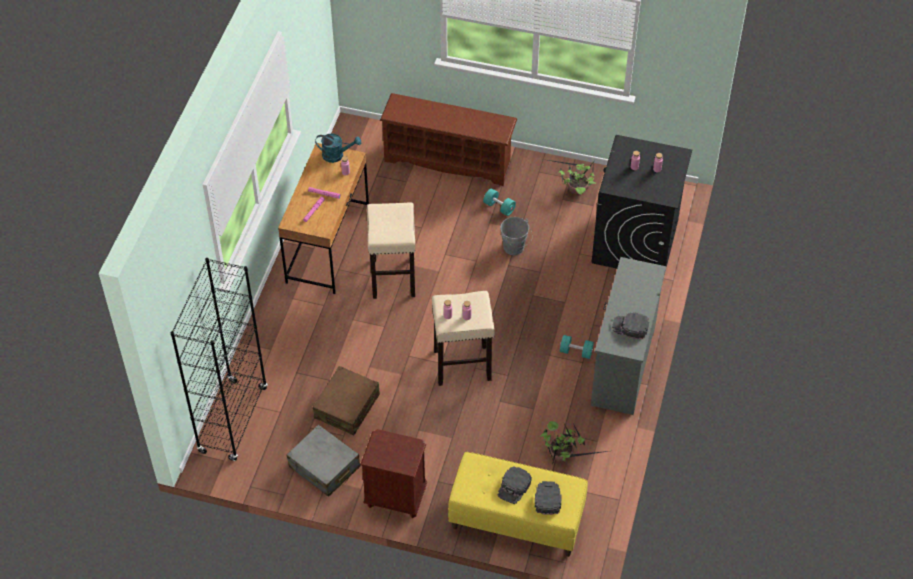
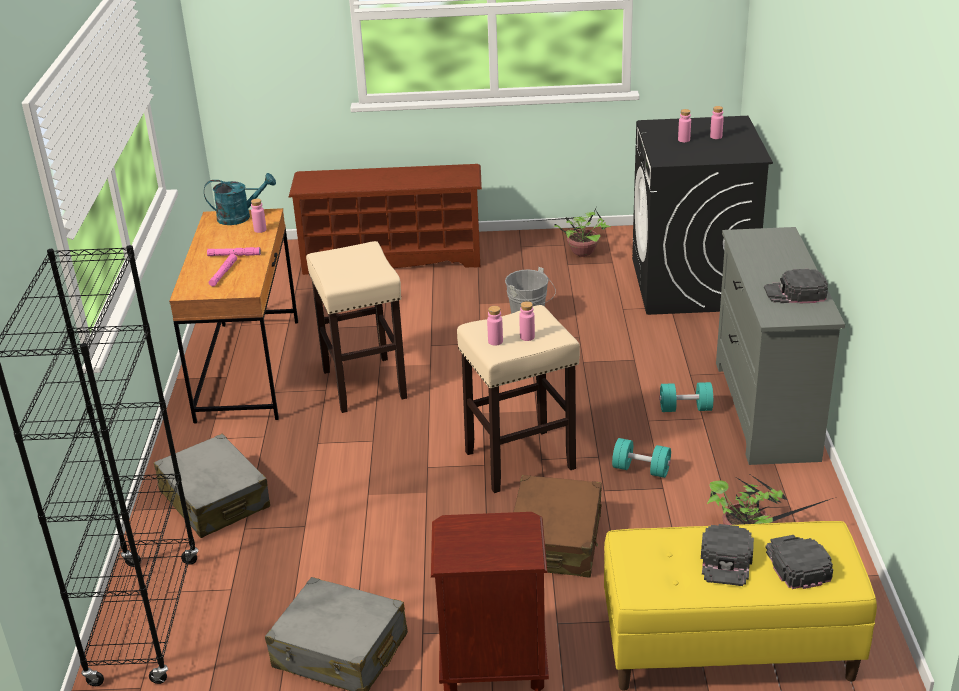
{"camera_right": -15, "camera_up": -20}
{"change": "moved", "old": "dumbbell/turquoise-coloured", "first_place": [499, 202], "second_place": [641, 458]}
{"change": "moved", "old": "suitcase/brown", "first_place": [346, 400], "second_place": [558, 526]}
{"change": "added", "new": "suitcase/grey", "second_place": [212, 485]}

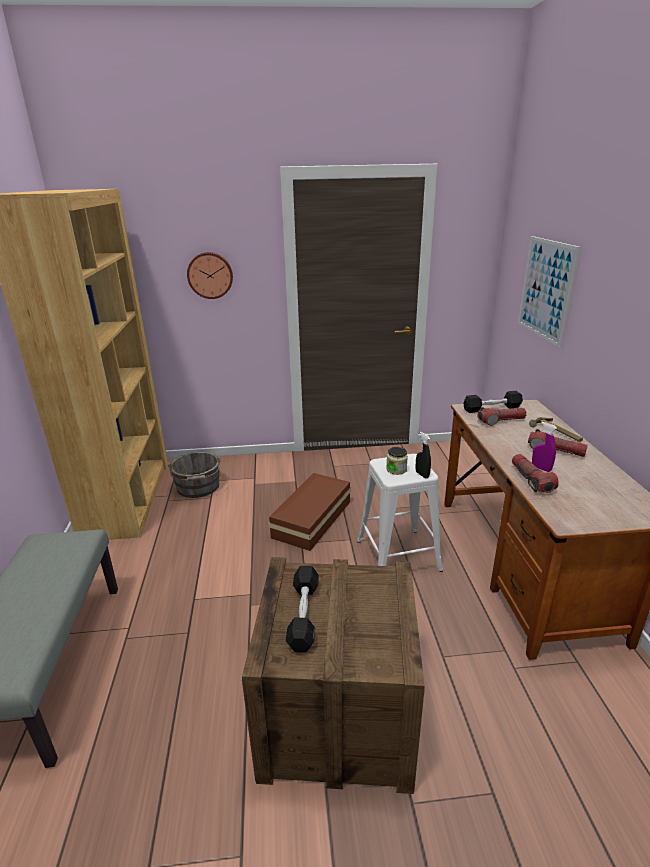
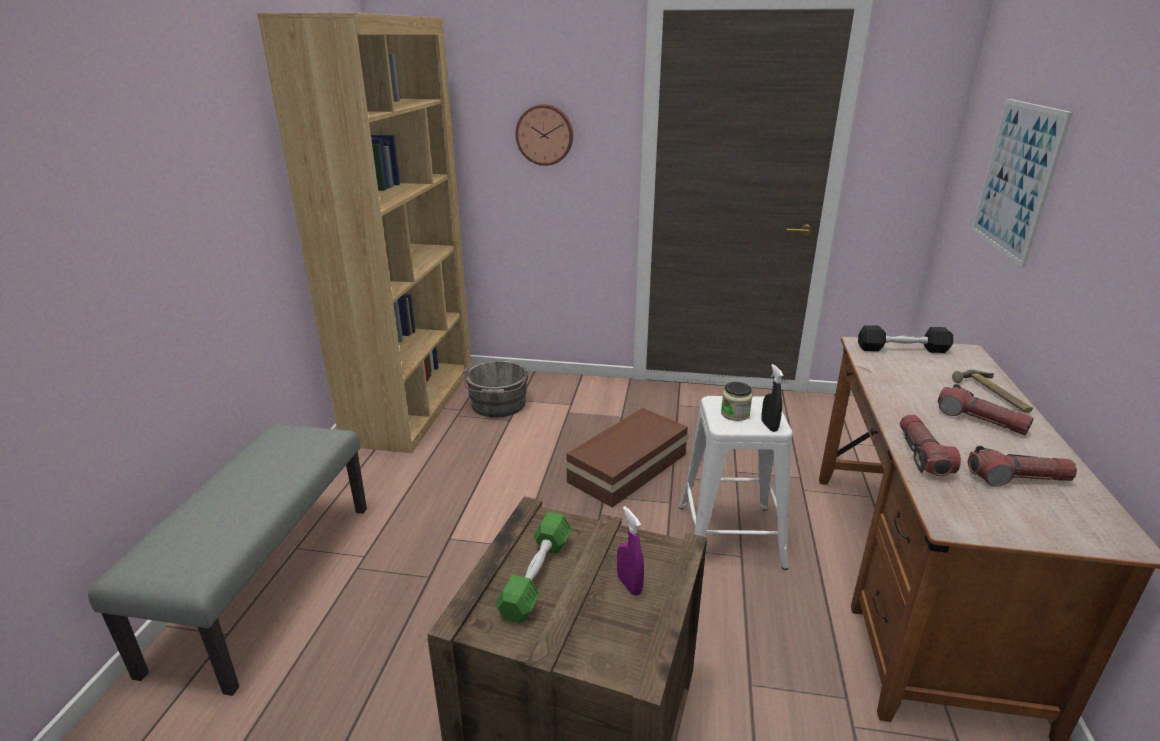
{"camera_right": 15, "camera_up": 0}
{"change": "moved", "old": "torch", "first_place": [501, 416], "second_place": [1022, 466]}
{"change": "moved", "old": "hand sprayer/purplish", "first_place": [544, 447], "second_place": [630, 551]}
{"change": "recoloured", "old": "dumbbell/black", "new": "dumbbell/green", "first_place": [302, 609], "second_place": [533, 567]}

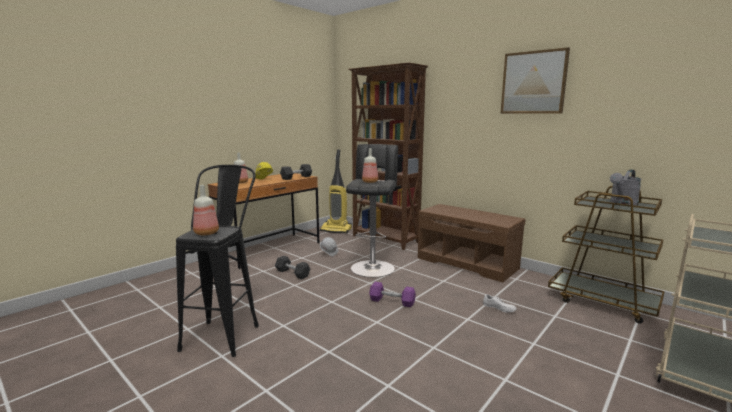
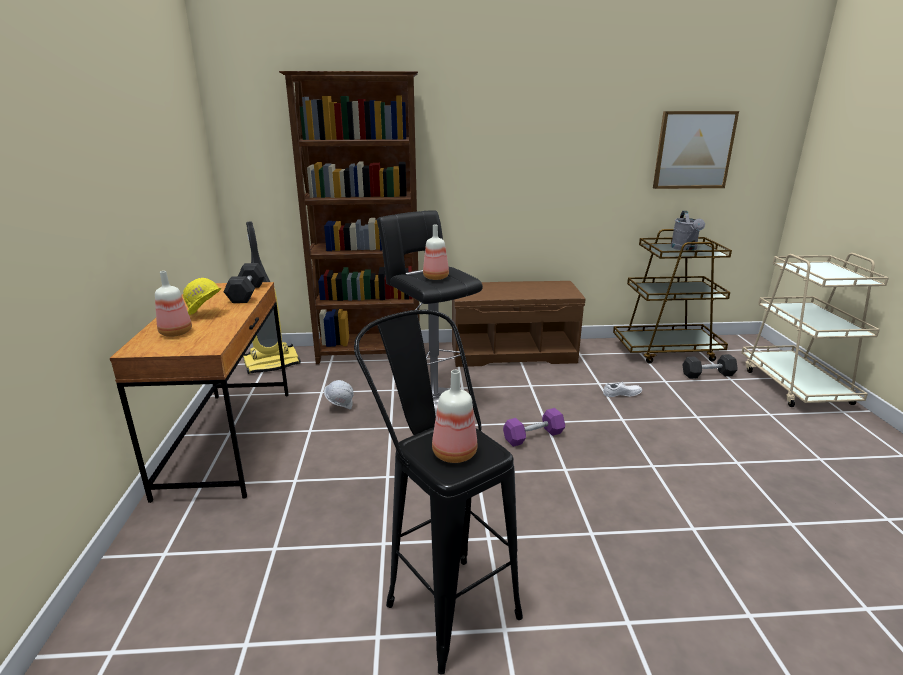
{"camera_right": -45, "camera_up": 10}
{"change": "moved", "old": "wall picture", "first_place": [535, 80], "second_place": [696, 150]}
{"change": "moved", "old": "dumbbell/grey", "first_place": [293, 267], "second_place": [710, 366]}

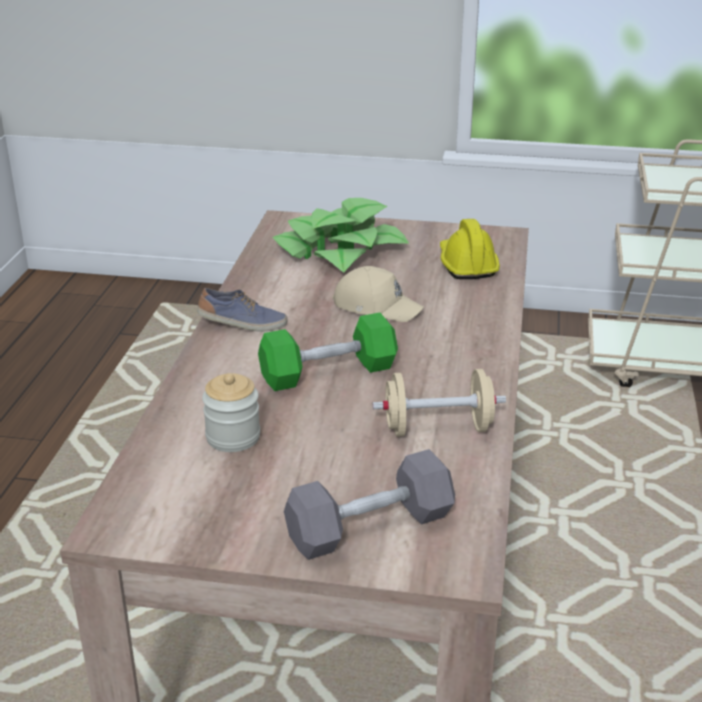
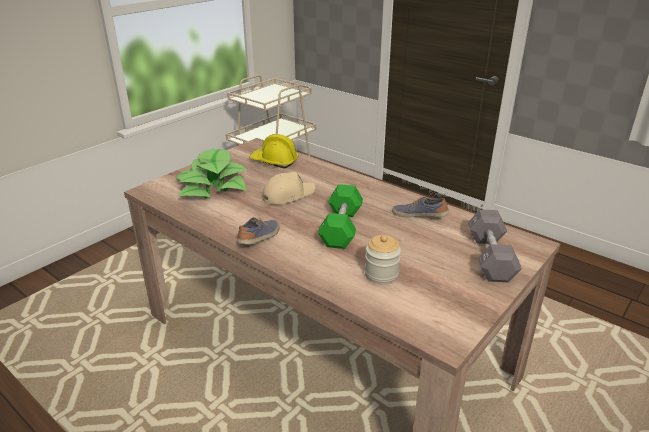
{"camera_right": -60, "camera_up": 0}
{"change": "replaced", "old": "dumbbell/beige", "new": "low shoe", "first_place": [439, 403], "second_place": [420, 207]}

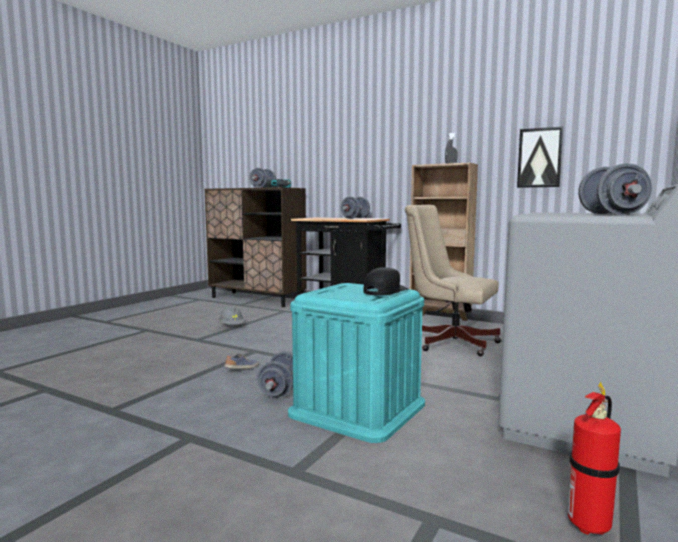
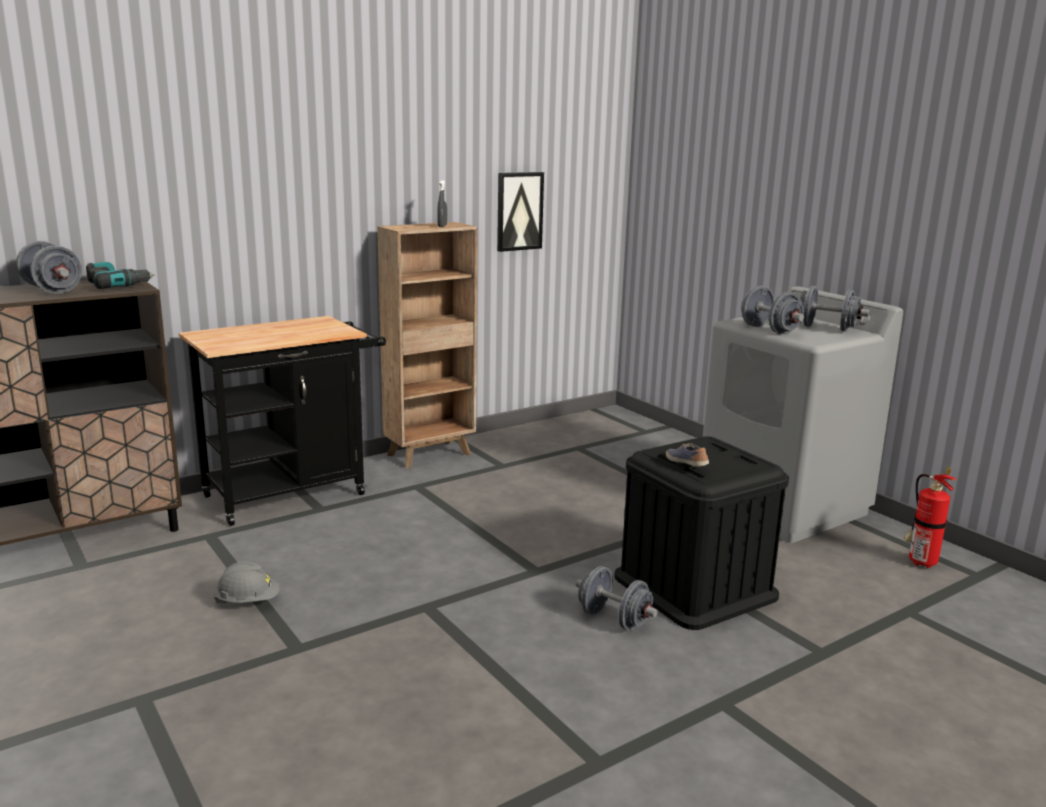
{"camera_right": -65, "camera_up": 10}
{"change": "moved", "old": "dumbbell/grey", "first_place": [355, 208], "second_place": [772, 310]}
{"change": "removed", "old": "office chair/beige", "first_place": [453, 280]}
{"change": "removed", "old": "peaked cap/black", "first_place": [386, 281]}
{"change": "recoloured", "old": "storage container/turquoise-coloured", "new": "storage container/black", "first_place": [356, 363], "second_place": [701, 533]}
{"change": "moved", "old": "low shoe", "first_place": [241, 361], "second_place": [687, 455]}

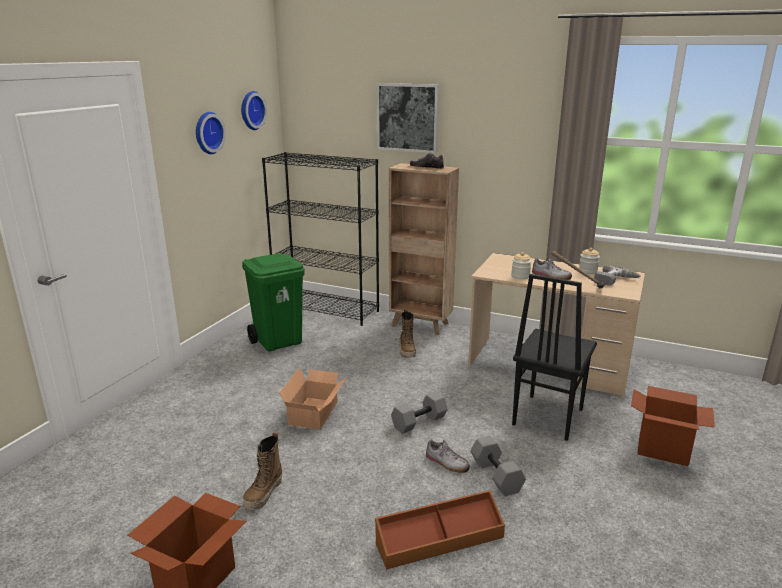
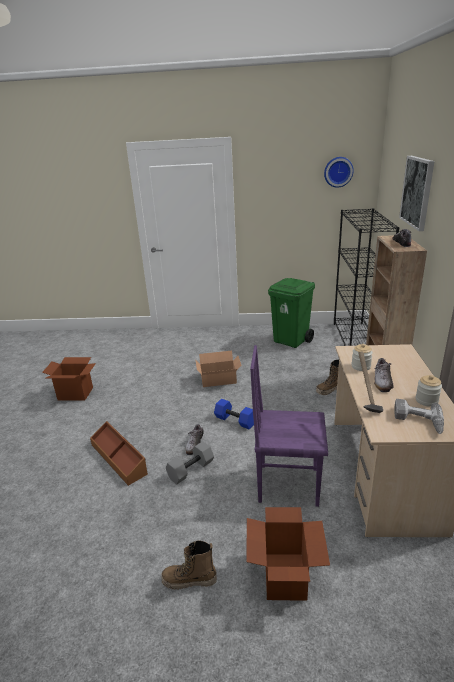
{"camera_right": 70, "camera_up": 5}
{"change": "removed", "old": "hanging clock", "first_place": [211, 133]}
{"change": "recoloured", "old": "chair/black", "new": "chair/purplish", "first_place": [554, 357], "second_place": [289, 426]}
{"change": "recoloured", "old": "dumbbell/grey", "new": "dumbbell/bluish", "first_place": [419, 413], "second_place": [234, 414]}
{"change": "moved", "old": "tall boot", "first_place": [262, 471], "second_place": [189, 565]}

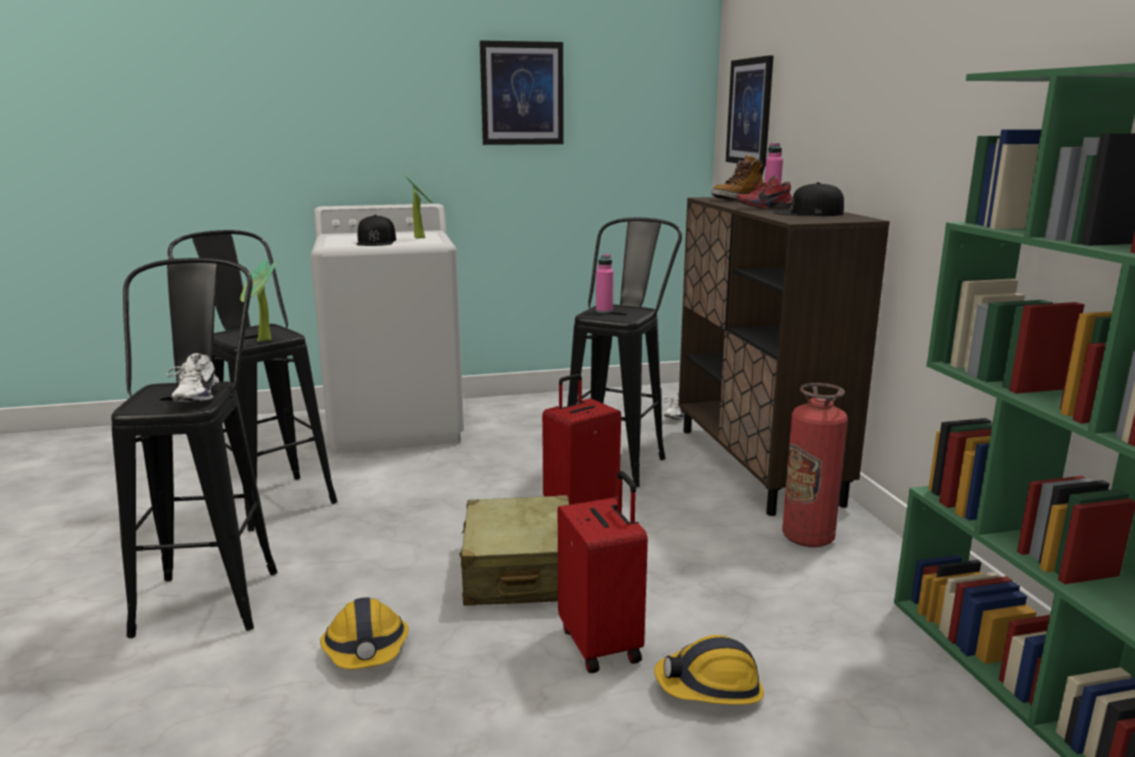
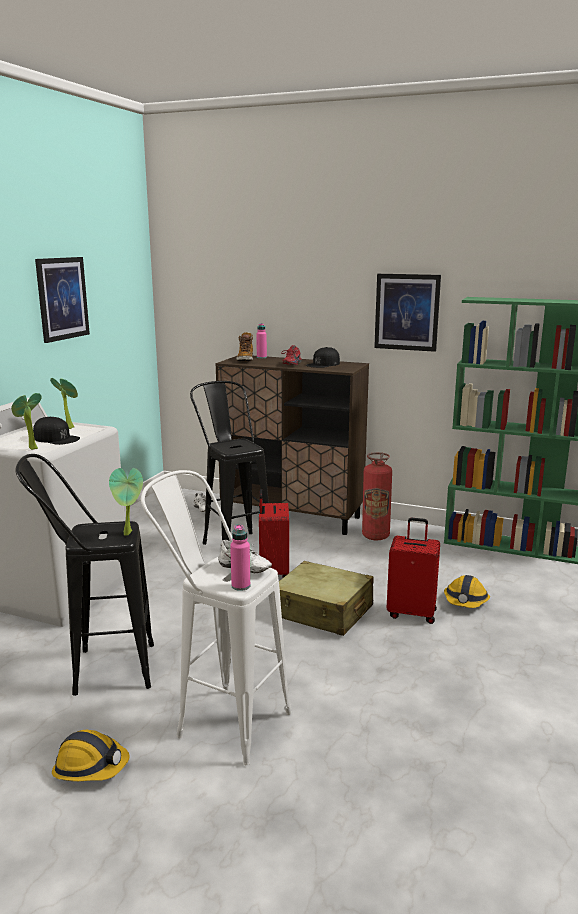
{"camera_right": -55, "camera_up": 0}
{"change": "moved", "old": "wall picture", "first_place": [749, 111], "second_place": [407, 313]}
{"change": "moved", "old": "drink bottle/pink-coloured", "first_place": [604, 283], "second_place": [240, 557]}
{"change": "recoloured", "old": "sitting stool/black", "new": "sitting stool/white", "first_place": [194, 448], "second_place": [216, 617]}
{"change": "moved", "old": "work helmet", "first_place": [364, 633], "second_place": [91, 755]}
{"change": "added", "new": "potted plant", "second_place": [26, 421]}

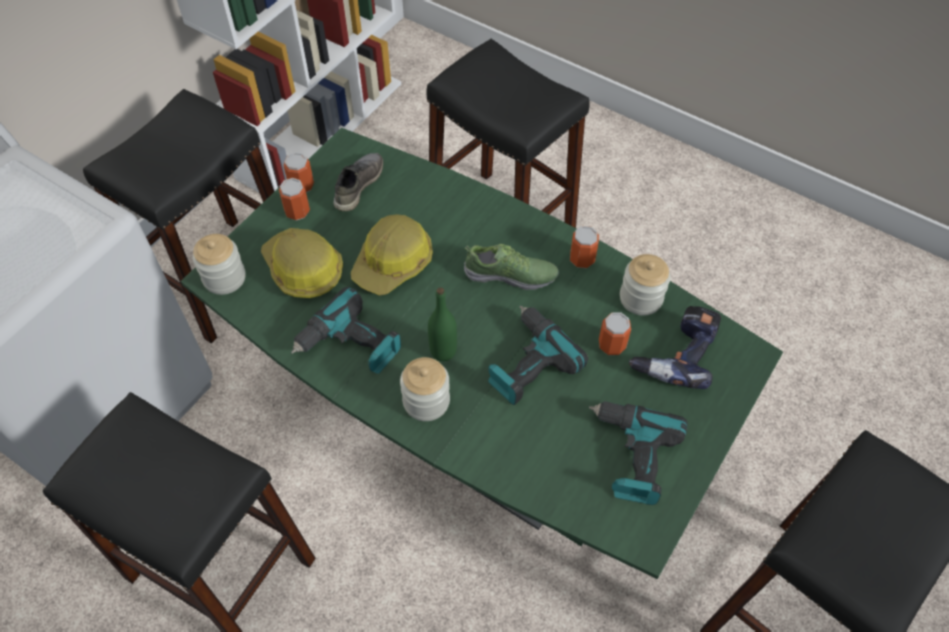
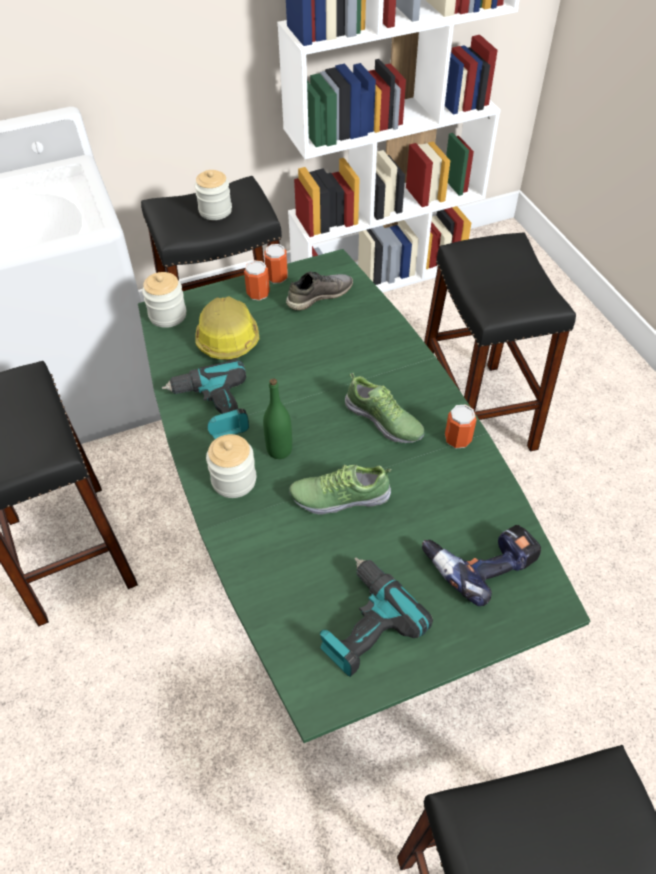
{"camera_right": 35, "camera_up": -5}
{"change": "removed", "old": "work helmet", "first_place": [392, 255]}
{"change": "moved", "old": "preserve jar", "first_place": [645, 285], "second_place": [213, 195]}
{"change": "replaced", "old": "power drill", "new": "low shoe", "first_place": [538, 355], "second_place": [340, 490]}
{"change": "removed", "old": "metal can", "first_place": [615, 333]}

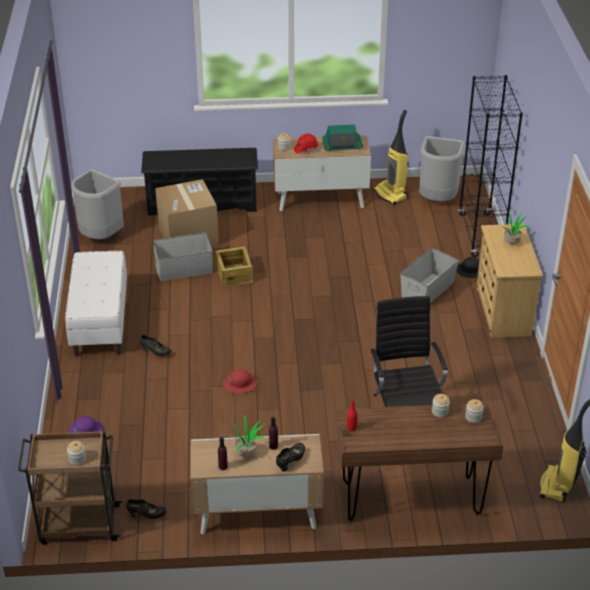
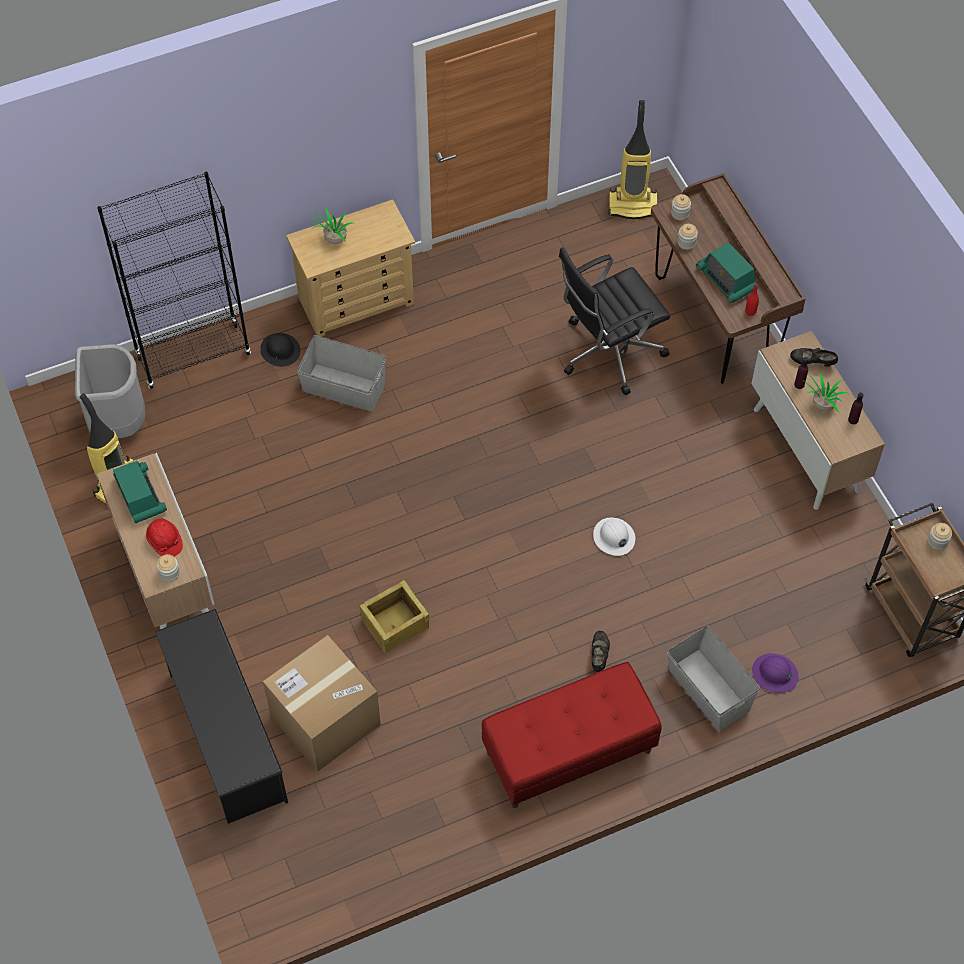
{"camera_right": -110, "camera_up": 20}
{"change": "removed", "old": "trash can/grey", "first_place": [97, 204]}
{"change": "moved", "old": "storage container/grey", "first_place": [183, 256], "second_place": [713, 678]}
{"change": "recoloured", "old": "indoor bench/white", "new": "indoor bench/red-coloured", "first_place": [96, 304], "second_place": [572, 735]}
{"change": "recoloured", "old": "work helmet/red-coloured", "new": "work helmet/white", "first_place": [240, 381], "second_place": [614, 537]}
{"change": "removed", "old": "low shoe/black", "first_place": [146, 509]}
{"change": "added", "new": "radio", "second_place": [726, 272]}

